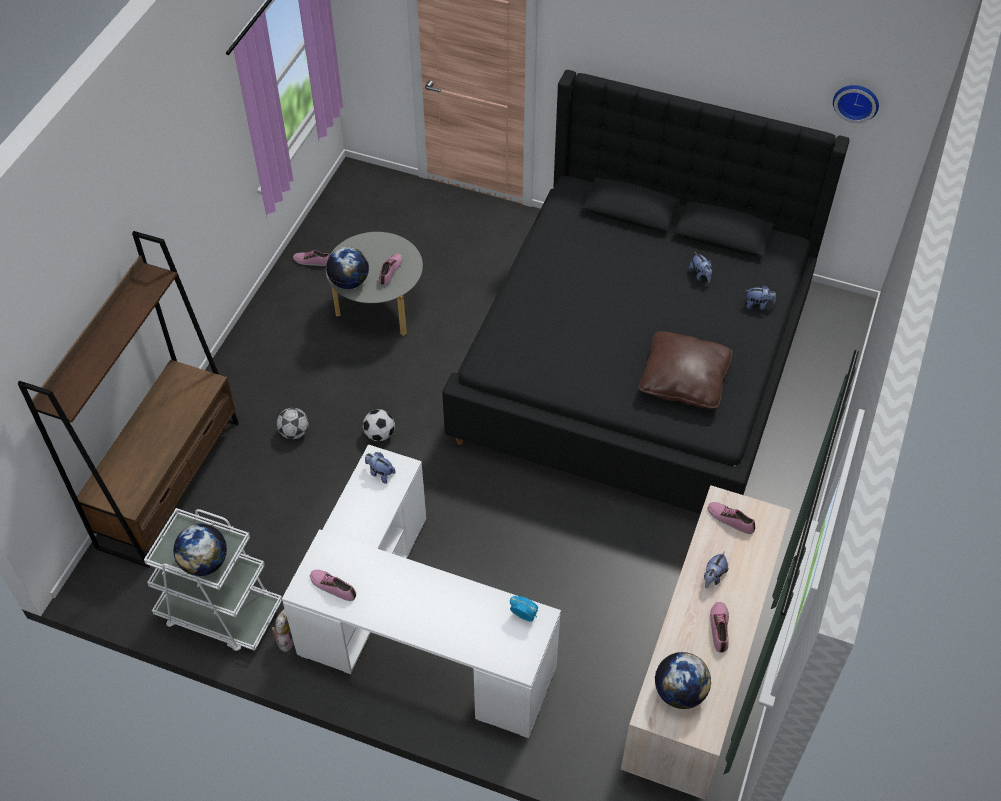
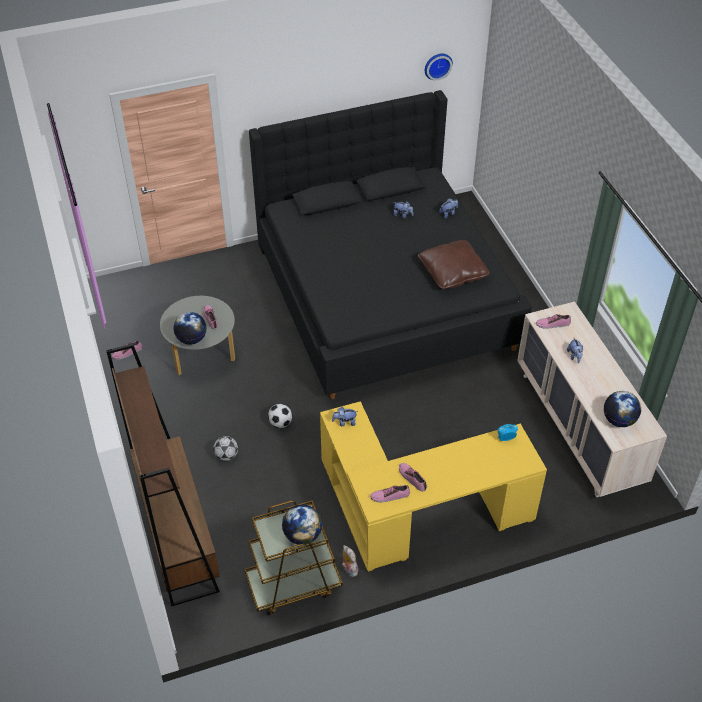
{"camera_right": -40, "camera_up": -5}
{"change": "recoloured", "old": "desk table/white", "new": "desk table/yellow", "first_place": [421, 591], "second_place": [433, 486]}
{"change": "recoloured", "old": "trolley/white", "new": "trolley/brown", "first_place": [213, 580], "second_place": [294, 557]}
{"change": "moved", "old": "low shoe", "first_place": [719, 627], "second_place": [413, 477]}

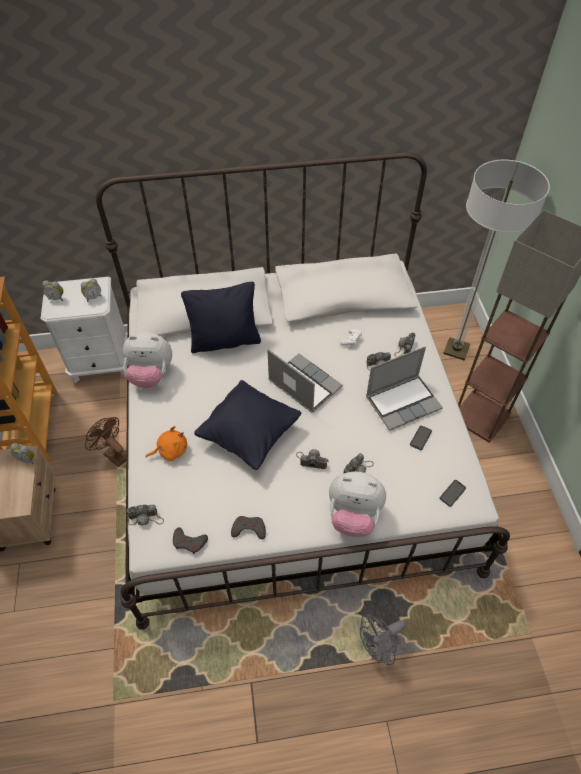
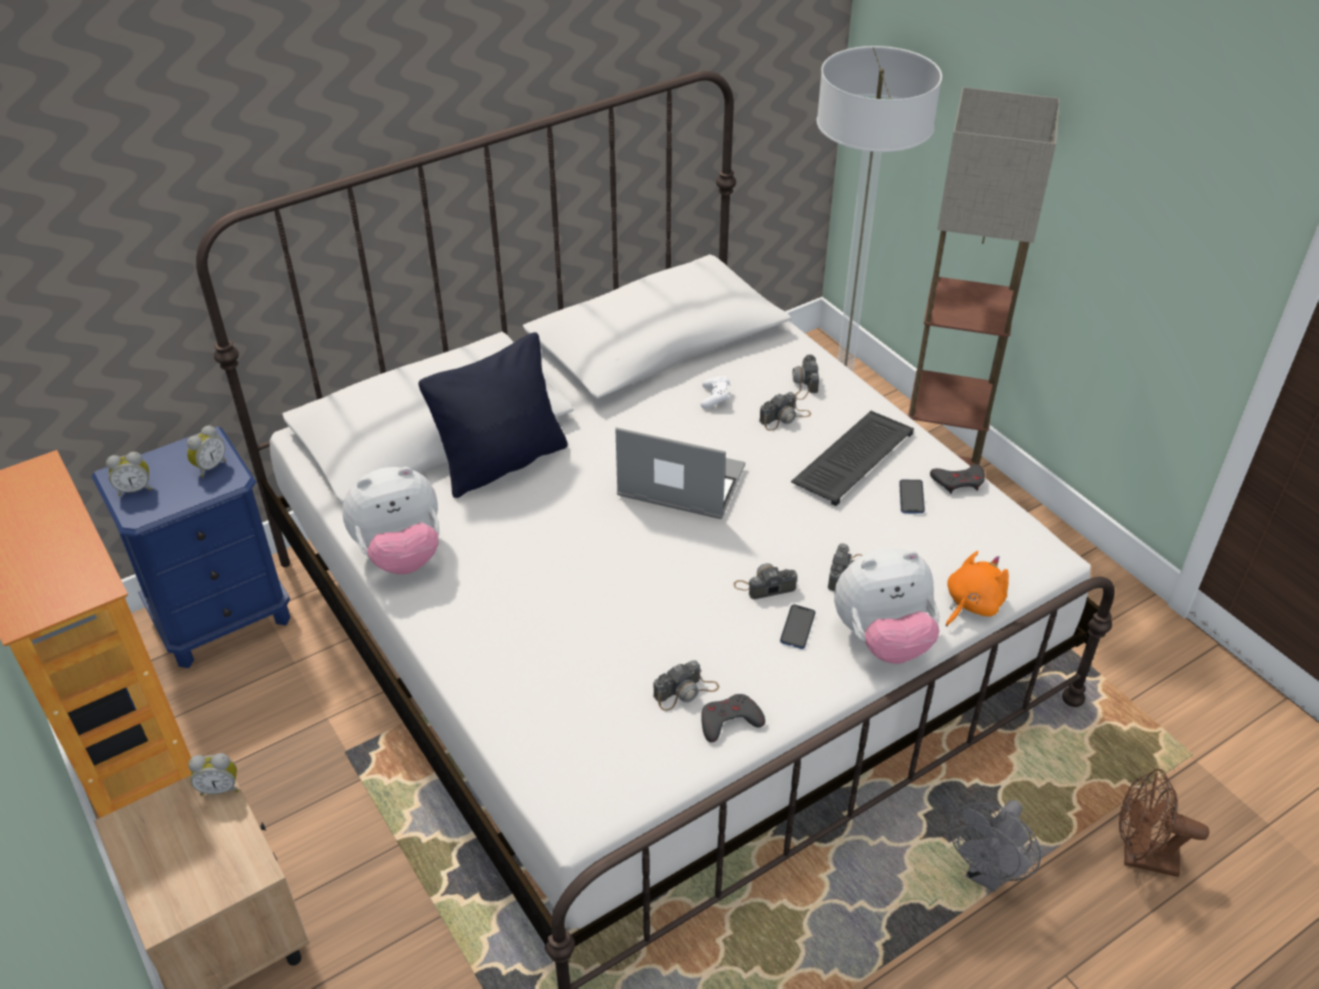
{"camera_right": -25, "camera_up": -10}
{"change": "recoloured", "old": "bedside table/white", "new": "bedside table/bluish", "first_place": [84, 330], "second_place": [191, 547]}
{"change": "replaced", "old": "laptop", "new": "PC keyboard", "first_place": [404, 388], "second_place": [852, 458]}
{"change": "removed", "old": "throw pillow/black", "first_place": [247, 425]}
{"change": "moved", "old": "cooling fan/brown", "first_place": [105, 442], "second_place": [1164, 823]}
{"change": "moved", "old": "plush toy/orange-coloured", "first_place": [166, 443], "second_place": [977, 589]}
{"change": "moved", "old": "handset", "first_place": [453, 493], "second_place": [797, 627]}
{"change": "moved", "old": "still camera", "first_place": [145, 514], "second_place": [686, 686]}
{"change": "moved", "old": "game controller/grey", "first_place": [190, 540], "second_place": [957, 479]}

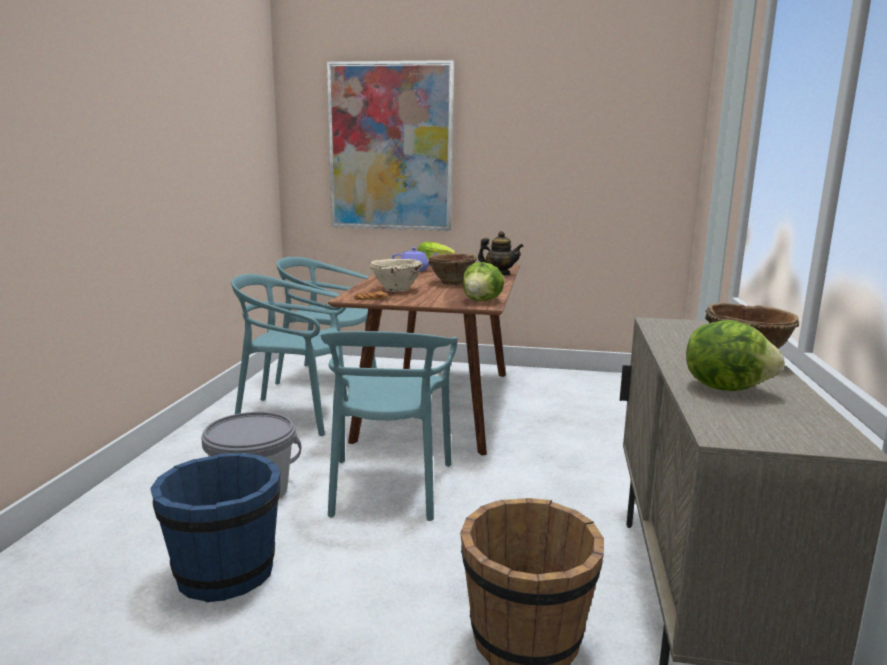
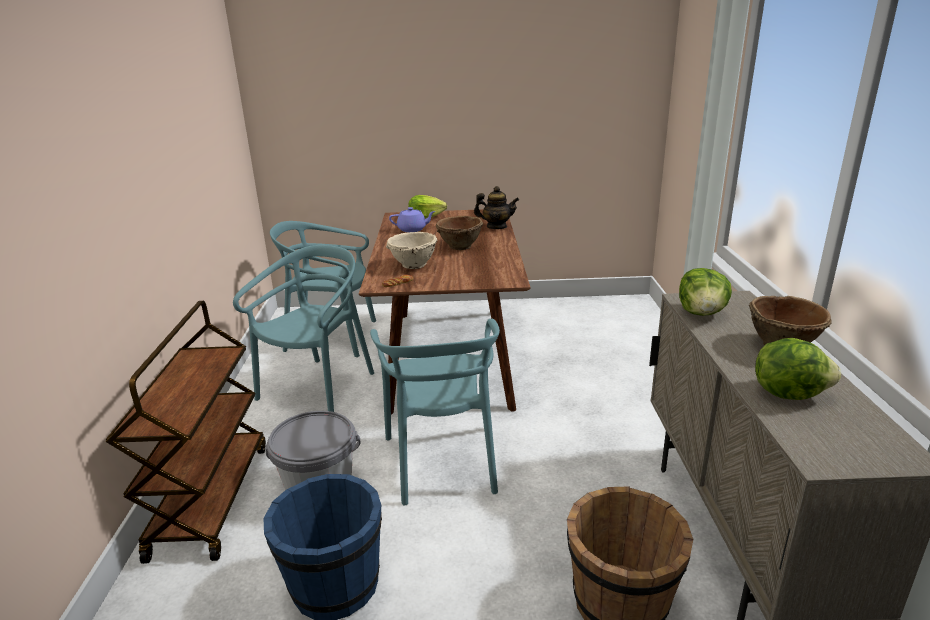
{"camera_right": -10, "camera_up": 10}
{"change": "removed", "old": "wall picture", "first_place": [390, 145]}
{"change": "moved", "old": "lettuce", "first_place": [483, 281], "second_place": [705, 292]}
{"change": "turned", "old": "chair/turquoise-coloured", "first_place": [289, 355], "second_place": [303, 328], "degrees": 120}
{"change": "added", "new": "trolley/brown", "second_place": [185, 432]}

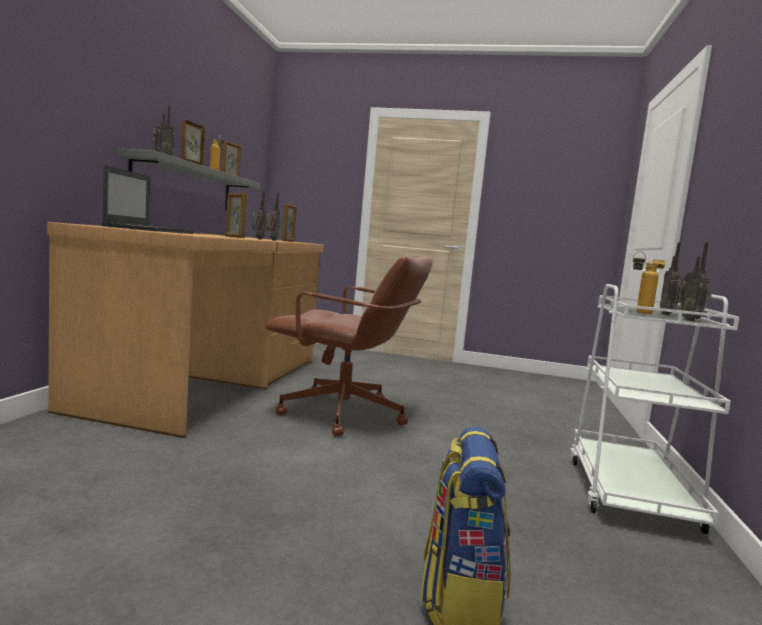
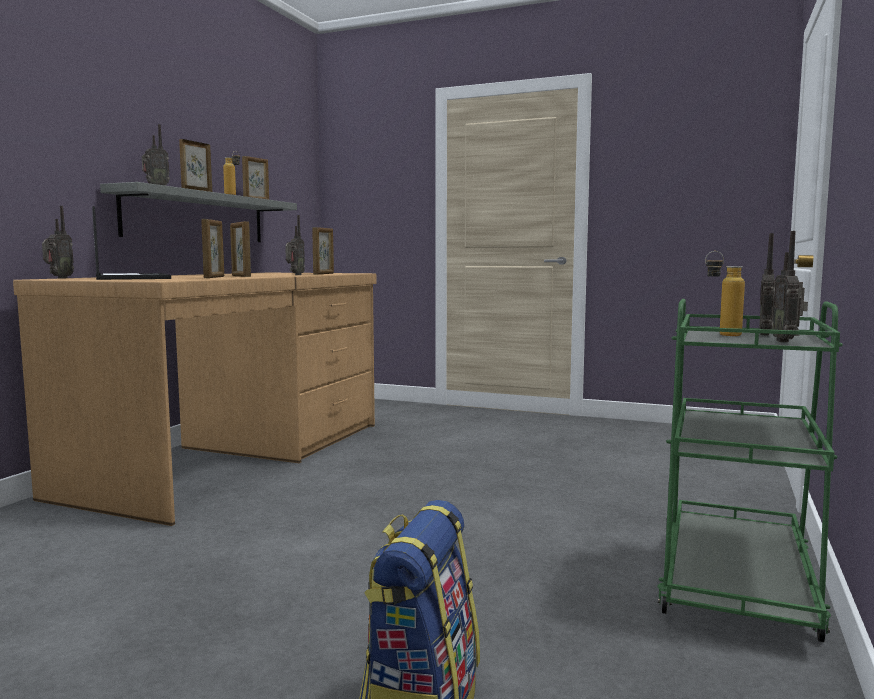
{"camera_right": 10, "camera_up": 0}
{"change": "turned", "old": "laptop", "first_place": [148, 199], "second_place": [131, 243], "degrees": -45}
{"change": "moved", "old": "radio", "first_place": [259, 215], "second_place": [58, 242]}
{"change": "removed", "old": "office chair/brown", "first_place": [349, 346]}
{"change": "recoloured", "old": "trolley/white", "new": "trolley/green", "first_place": [655, 409], "second_place": [750, 470]}
{"change": "added", "new": "photo frame", "second_place": [212, 248]}

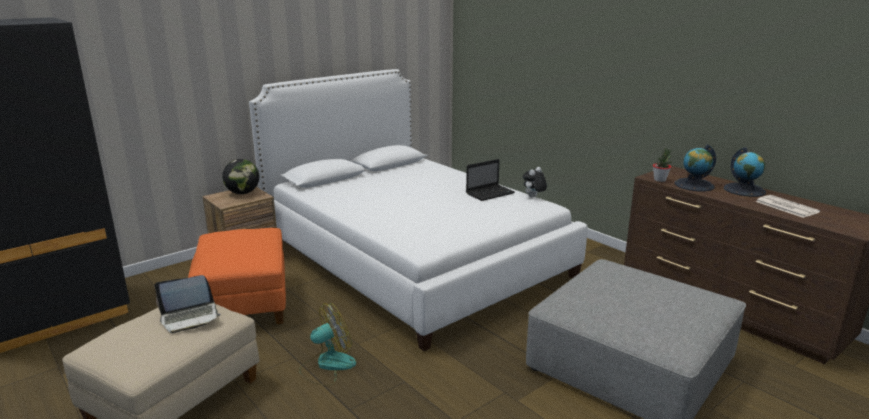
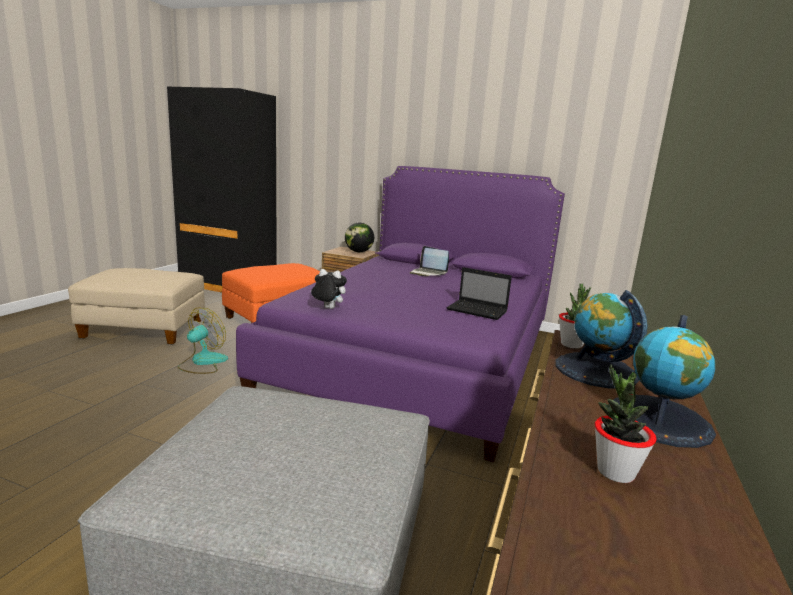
{"camera_right": 60, "camera_up": -5}
{"change": "recoloured", "old": "bedroom bed/white", "new": "bedroom bed/purplish", "first_place": [418, 210], "second_place": [400, 314]}
{"change": "moved", "old": "plush toy", "first_place": [535, 182], "second_place": [329, 289]}
{"change": "replaced", "old": "printed paper", "new": "potted plant", "first_place": [787, 206], "second_place": [625, 423]}
{"change": "moved", "old": "laptop", "first_place": [187, 304], "second_place": [429, 261]}
{"change": "turned", "old": "cooling fan", "first_place": [327, 344], "second_place": [203, 341], "degrees": -90}

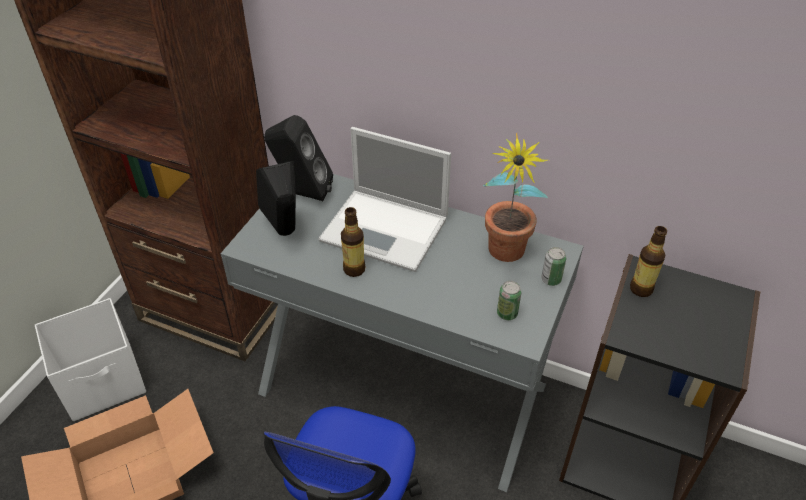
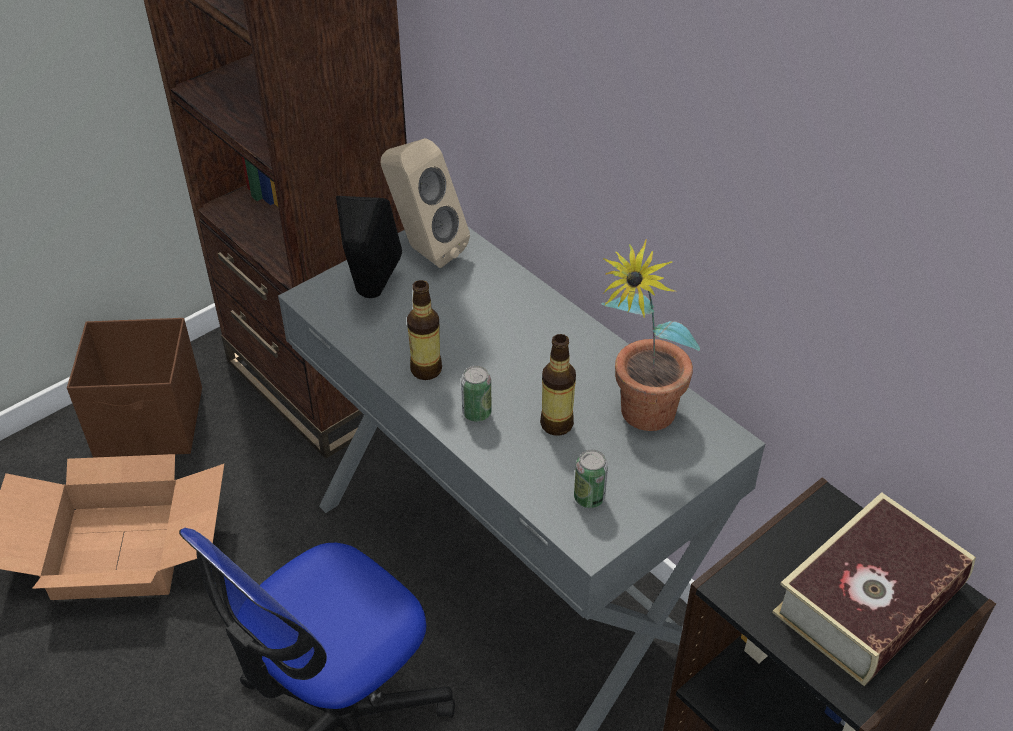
{"camera_right": 25, "camera_up": 0}
{"change": "recoloured", "old": "audio speaker/black", "new": "audio speaker/beige", "first_place": [298, 158], "second_place": [425, 203]}
{"change": "removed", "old": "laptop", "first_place": [384, 199]}
{"change": "moved", "old": "drink bottle", "first_place": [648, 261], "second_place": [558, 385]}
{"change": "moved", "old": "metal can", "first_place": [553, 266], "second_place": [476, 394]}
{"change": "recoloured", "old": "storage container/white", "new": "storage container/brown", "first_place": [90, 359], "second_place": [134, 388]}
{"change": "added", "new": "volume", "second_place": [874, 589]}

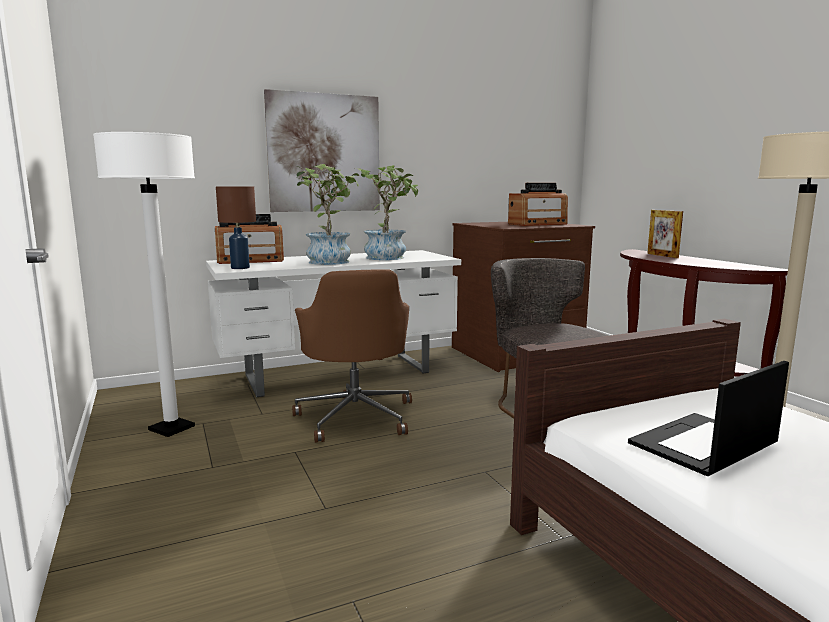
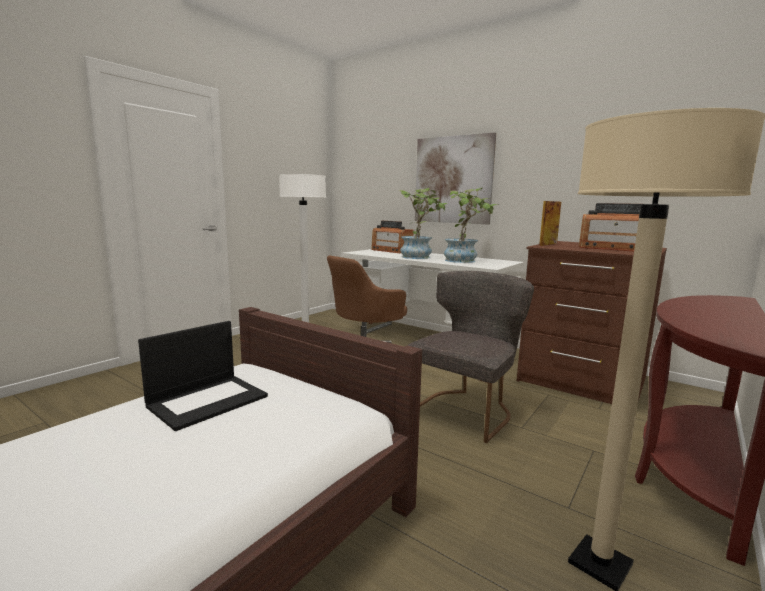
{"camera_right": 60, "camera_up": 0}
{"change": "removed", "old": "tabletop lamp/brown", "first_place": [236, 227]}
{"change": "moved", "old": "photo frame", "first_place": [665, 234], "second_place": [550, 223]}
{"change": "turned", "old": "laptop", "first_place": [708, 418], "second_place": [203, 376], "degrees": 105}

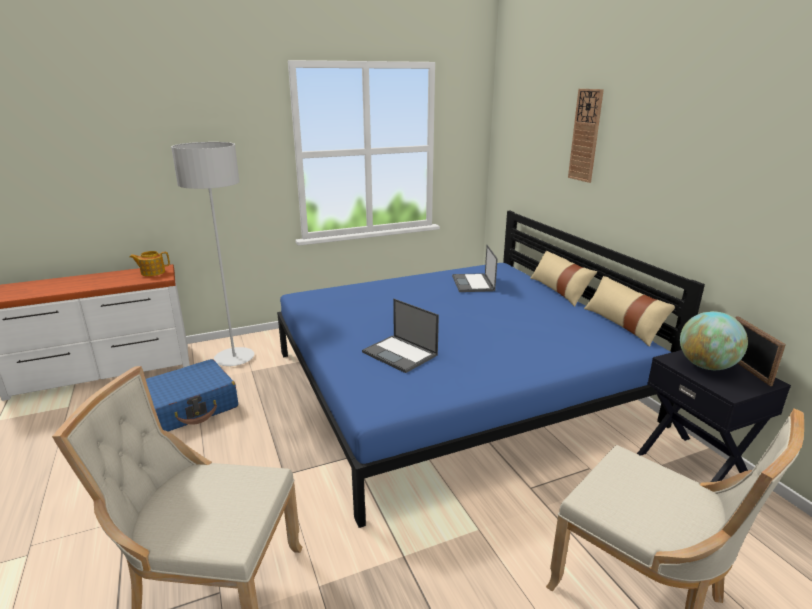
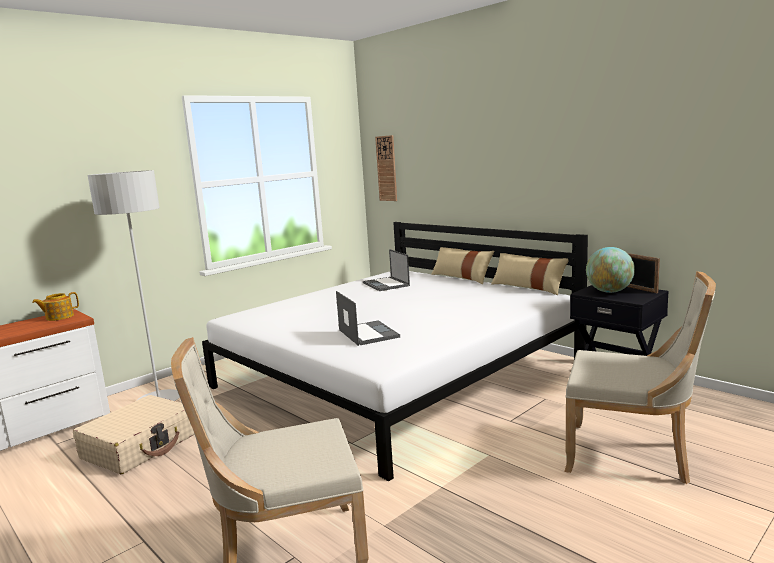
{"camera_right": -20, "camera_up": -10}
{"change": "moved", "old": "hanging clock", "first_place": [586, 136], "second_place": [386, 168]}
{"change": "recoloured", "old": "bedroom bed/bluish", "new": "bedroom bed/white", "first_place": [491, 369], "second_place": [395, 351]}
{"change": "turned", "old": "laptop", "first_place": [400, 336], "second_place": [368, 318], "degrees": -135}
{"change": "recoloured", "old": "suitcase/bluish", "new": "suitcase/beige", "first_place": [192, 395], "second_place": [133, 434]}

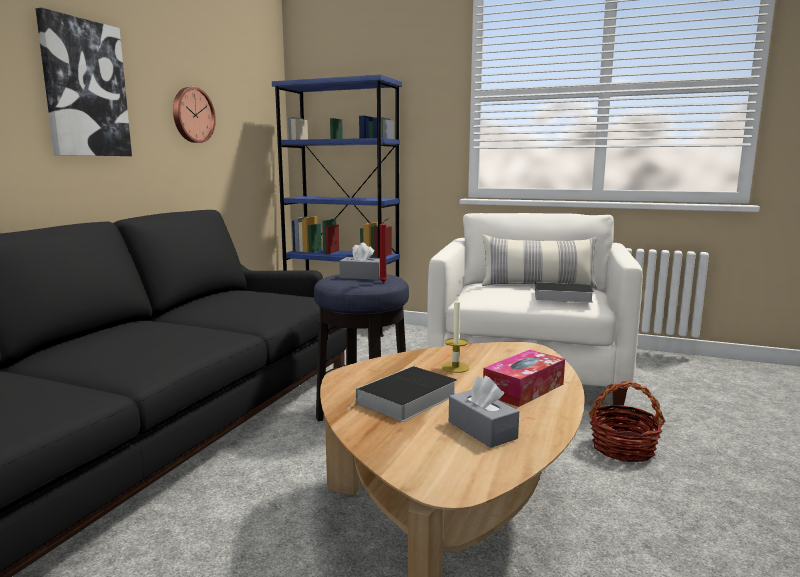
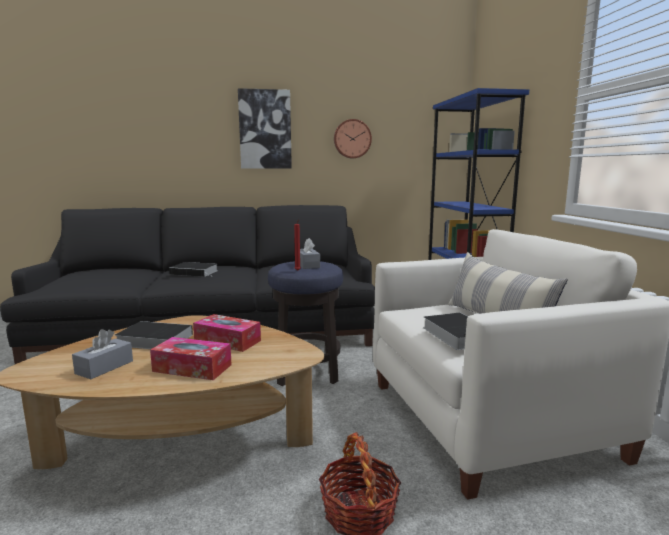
{"camera_right": 60, "camera_up": 0}
{"change": "replaced", "old": "candle", "new": "tissue box", "first_place": [456, 334], "second_place": [227, 333]}
{"change": "added", "new": "volume", "second_place": [193, 269]}

